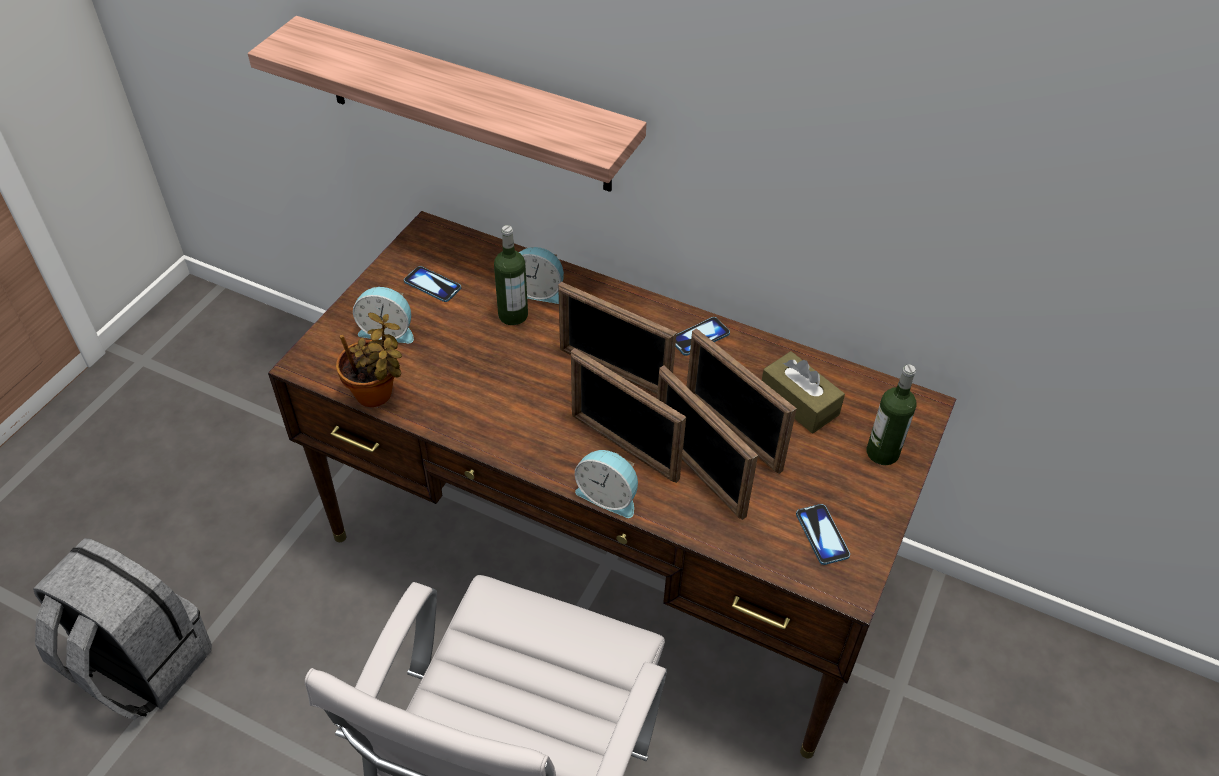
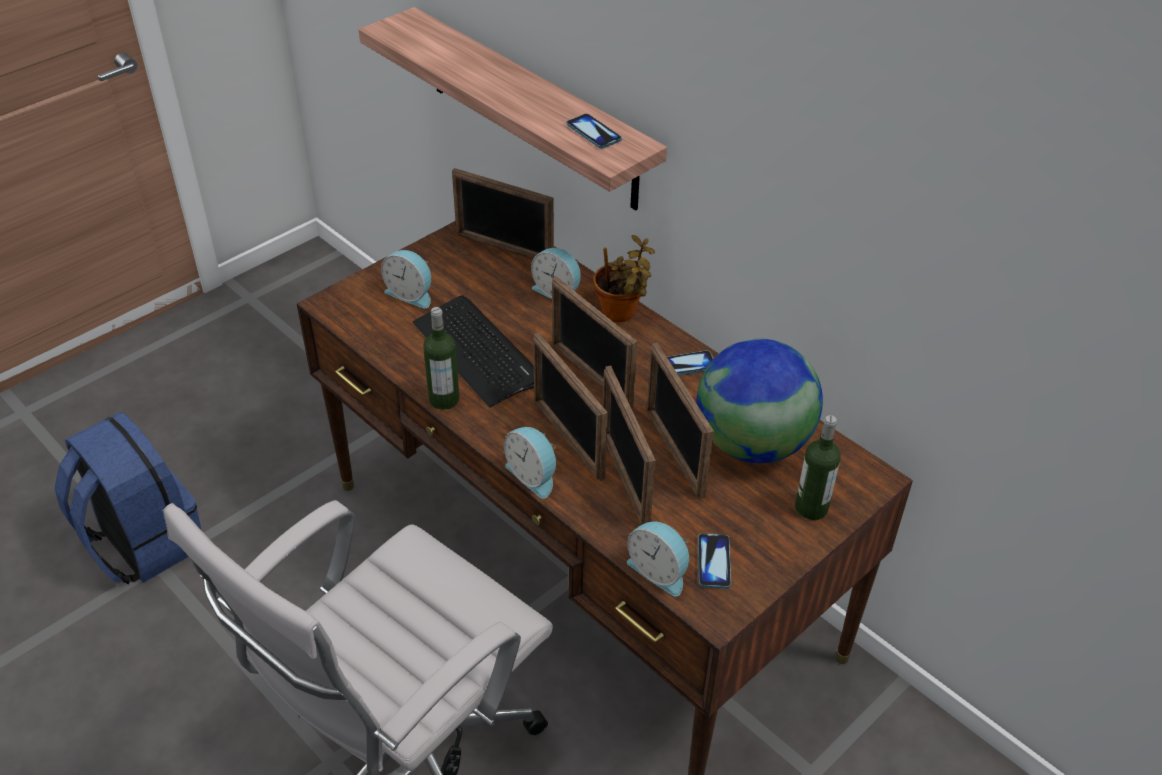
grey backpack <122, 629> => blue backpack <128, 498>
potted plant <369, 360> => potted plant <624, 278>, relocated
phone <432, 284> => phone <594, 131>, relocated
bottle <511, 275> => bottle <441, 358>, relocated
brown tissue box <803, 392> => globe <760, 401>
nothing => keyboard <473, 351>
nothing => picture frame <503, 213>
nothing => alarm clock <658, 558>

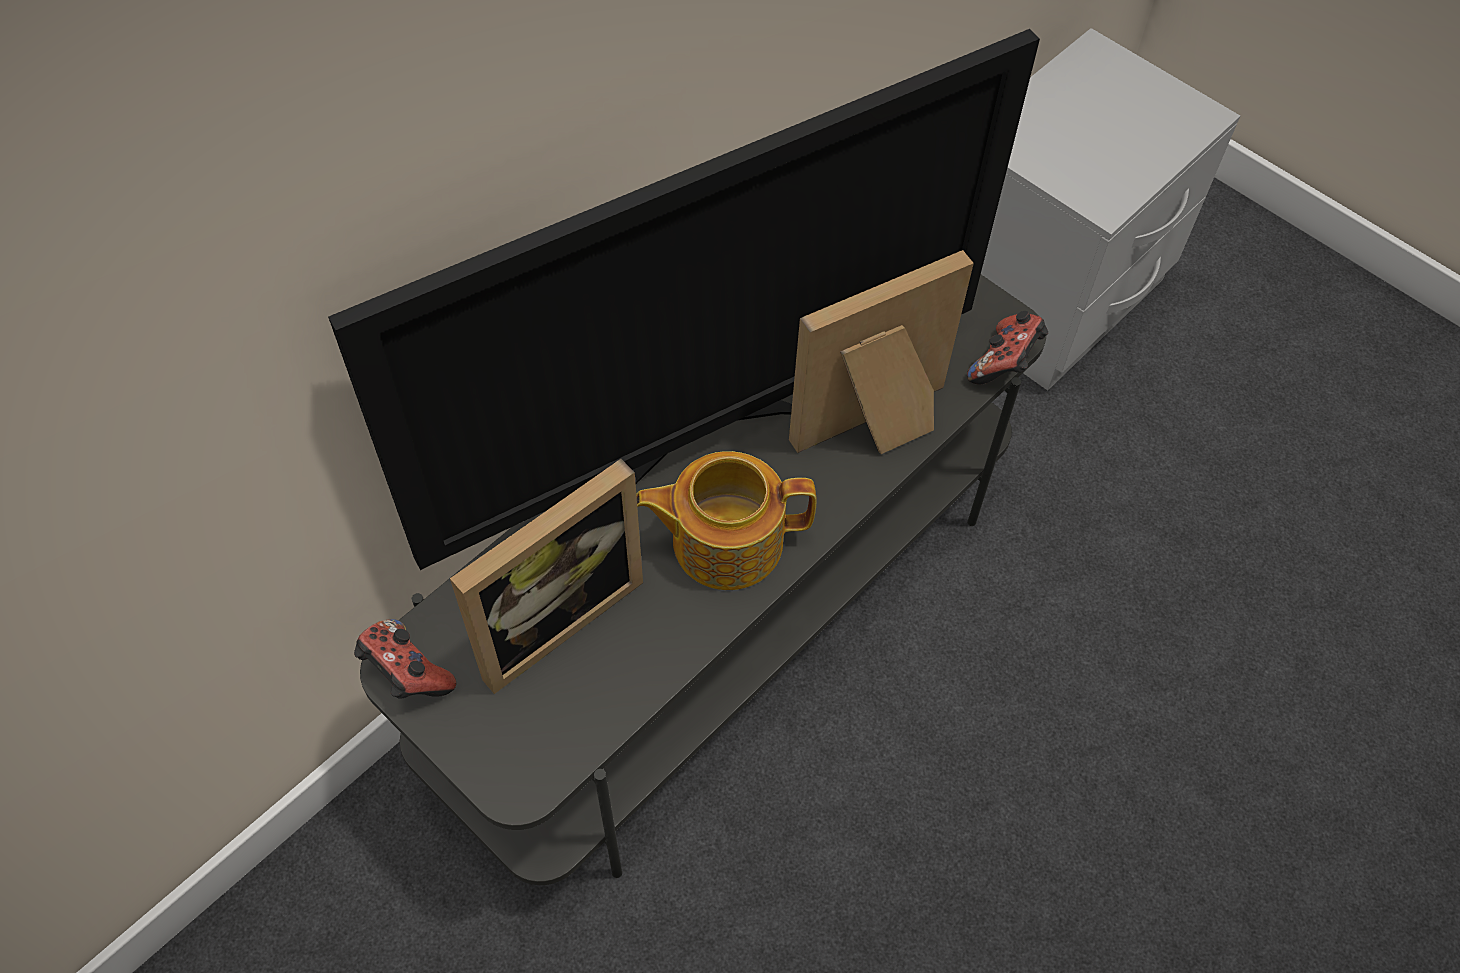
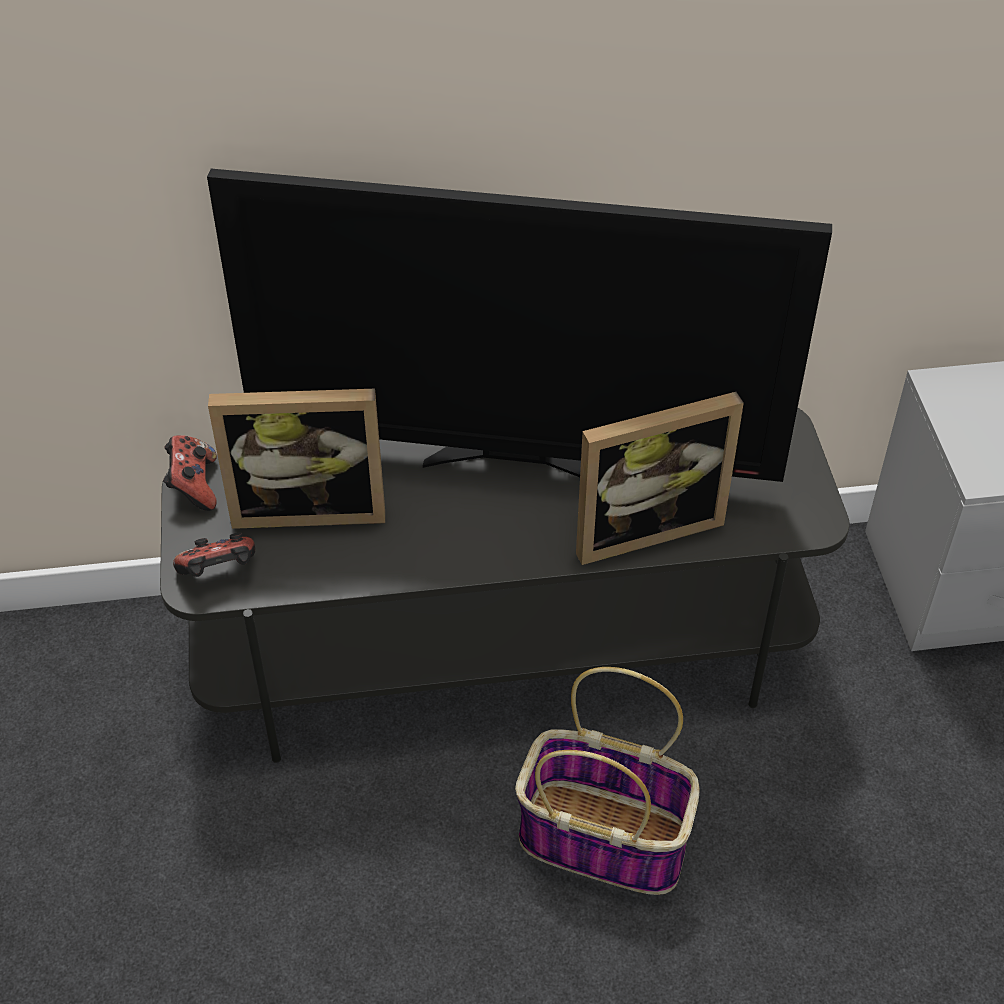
teapot <726, 520> => nothing
picture frame <881, 352> => picture frame <660, 478>, 150 degrees clockwise
game controller <1007, 348> => game controller <214, 555>, relocated
nothing => basket <607, 781>

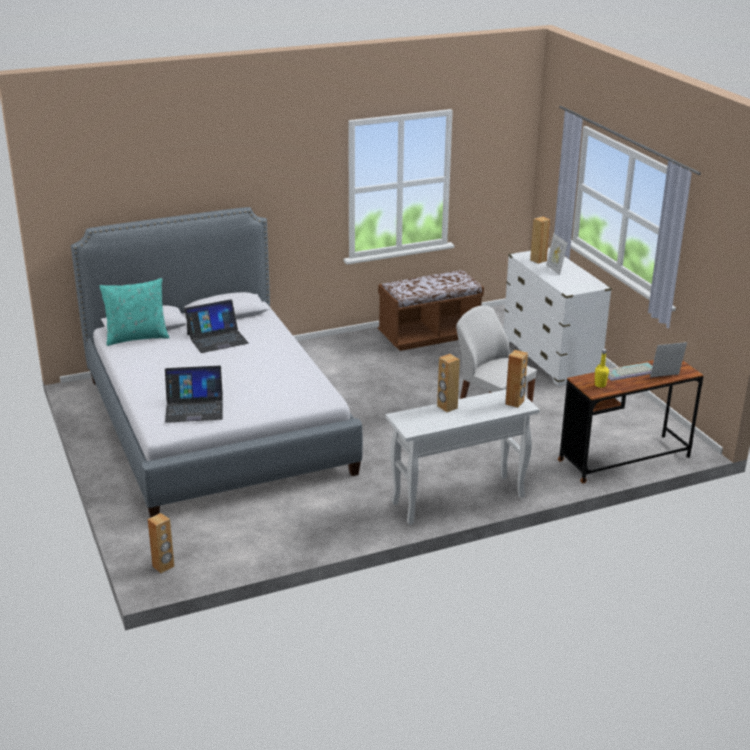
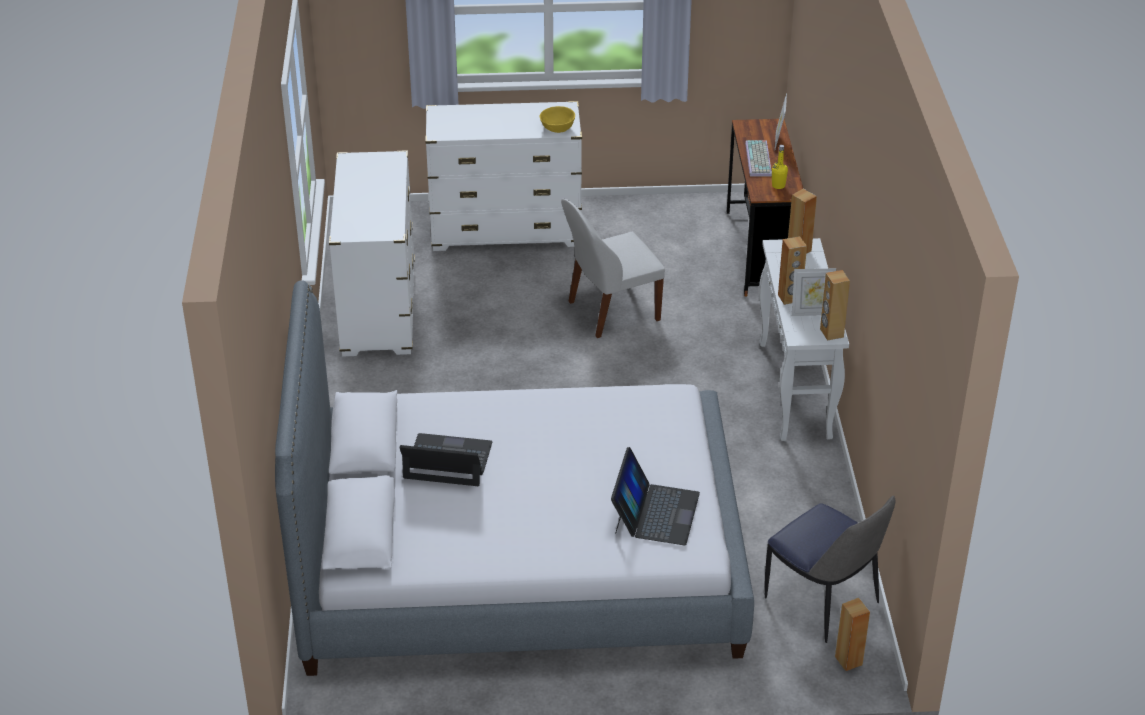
turquoise pillow <134, 312> => nothing
laptop <216, 326> => laptop <446, 459>, 75 degrees counterclockwise
brown bench <431, 310> => white dresser <372, 253>
brown speaker <540, 240> => brown speaker <835, 305>, relocated
picture frame <557, 254> => picture frame <814, 292>, relocated
nothing => yellow bowl <557, 119>
nothing => chair <830, 569>

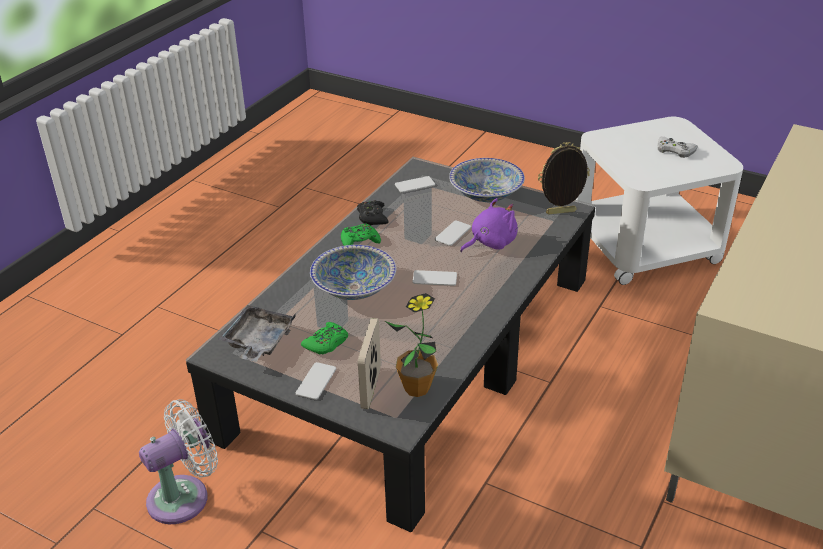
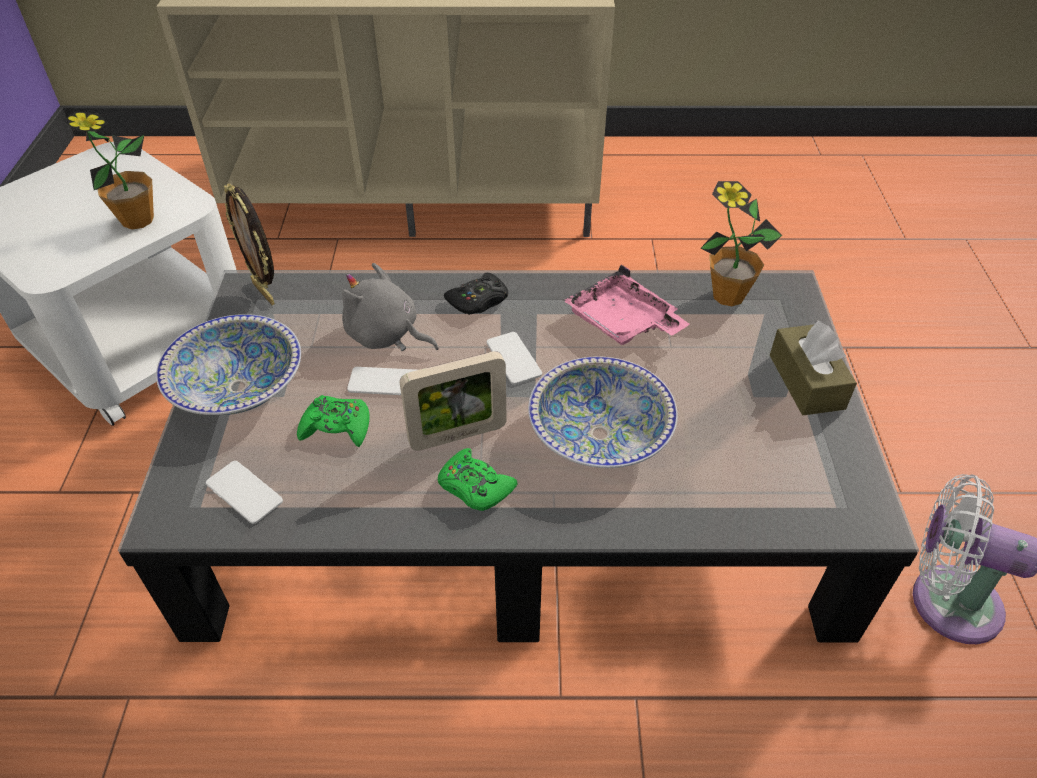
grey tray <257, 333> => nothing
phone <316, 381> => brown tissue box <813, 368>
green game controller <324, 338> => green game controller <333, 421>, relocated
black game controller <373, 213> => black game controller <476, 294>, relocated
picture frame <369, 363> => picture frame <453, 401>, relocated
purple plush toy <489, 225> => grey plush toy <390, 307>
white game controller <677, 147> => nothing
nothing => potted plant <108, 170>
nothing => pink tray <626, 305>

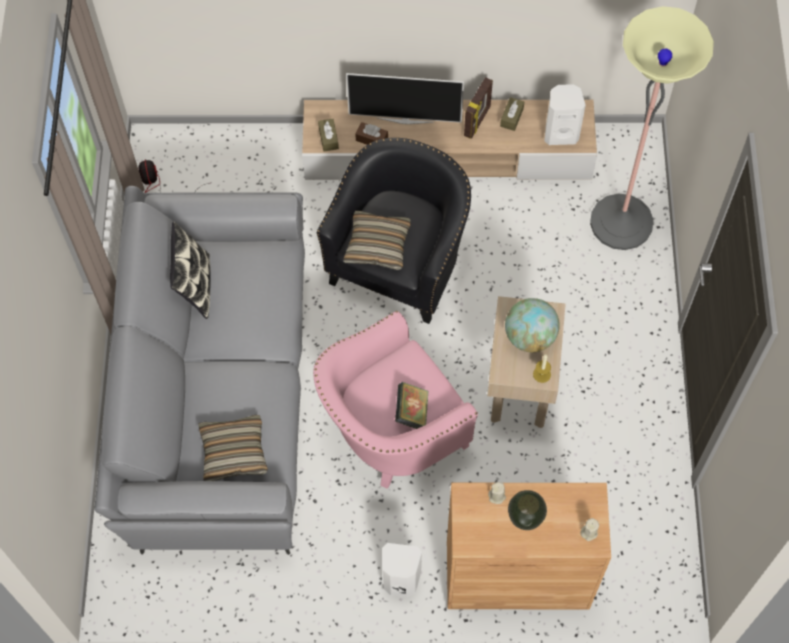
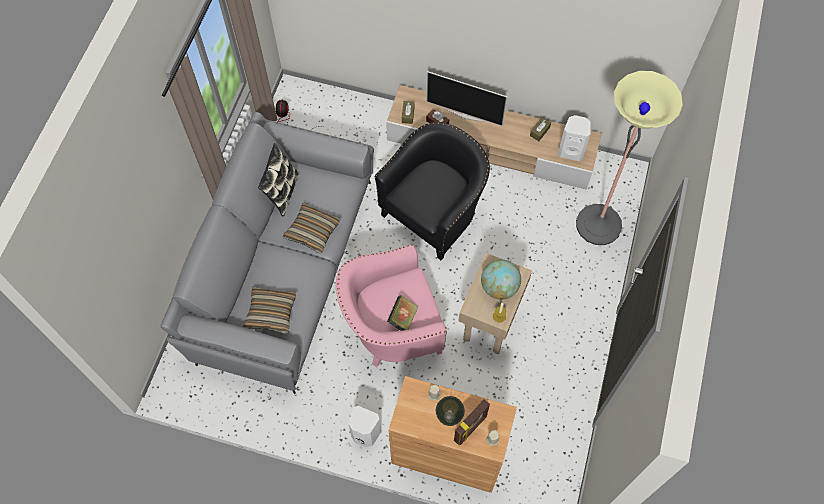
pillow <376, 240> => pillow <311, 228>, relocated
picture frame <478, 108> => picture frame <472, 422>, relocated

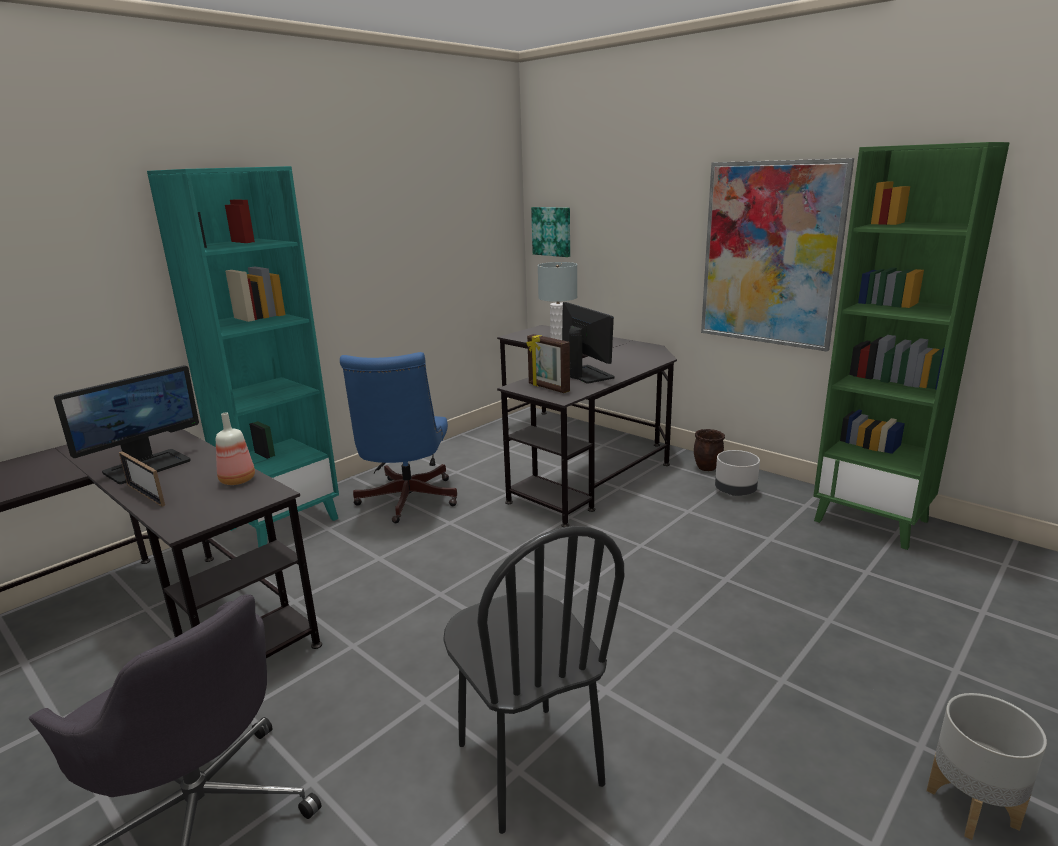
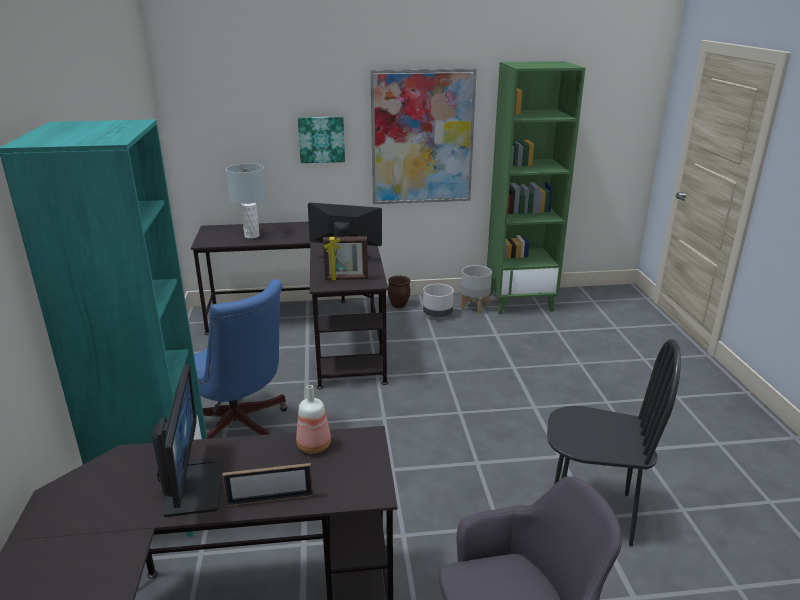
picture <550, 232> => picture <321, 139>, relocated
grey planter <987, 766> => grey planter <476, 289>, relocated

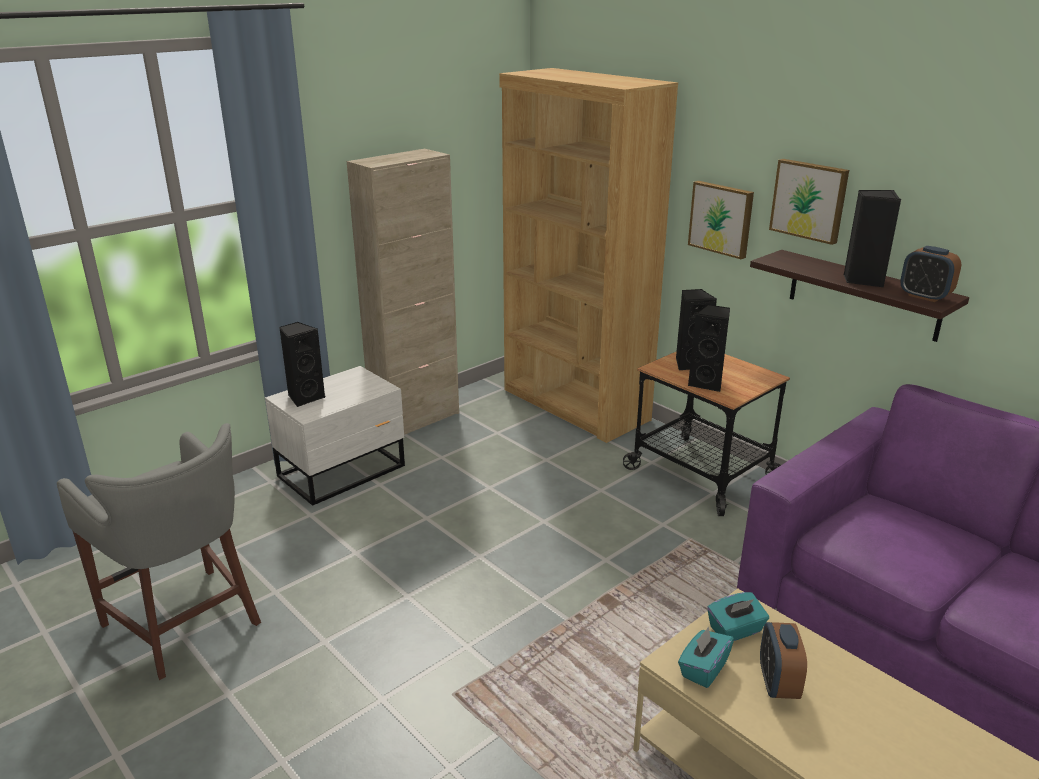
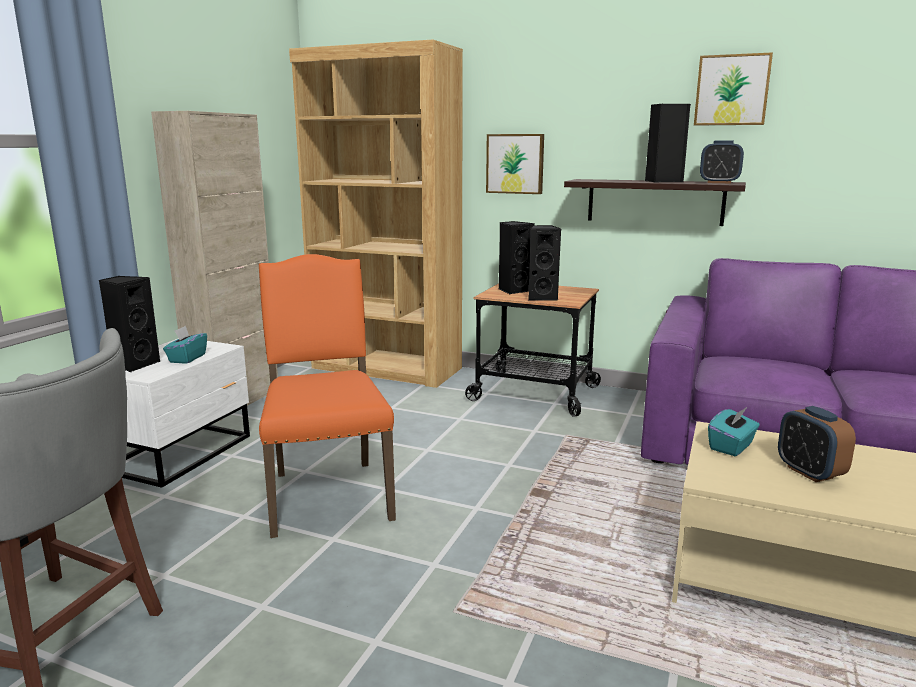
turquoise tissue box <706, 657> => turquoise tissue box <185, 345>, relocated
picture <809, 202> => picture <733, 89>, relocated
nothing => orange chair <327, 396>

